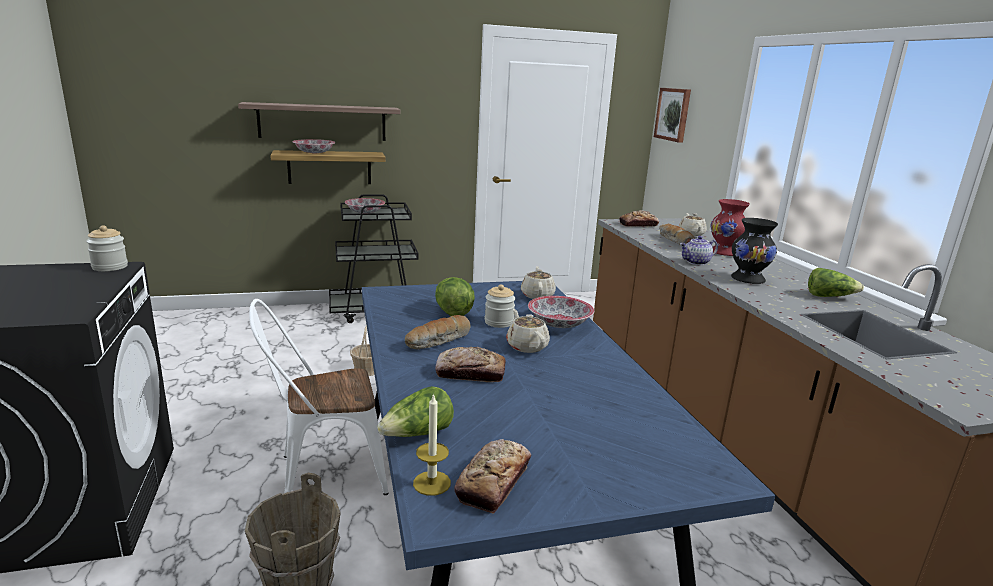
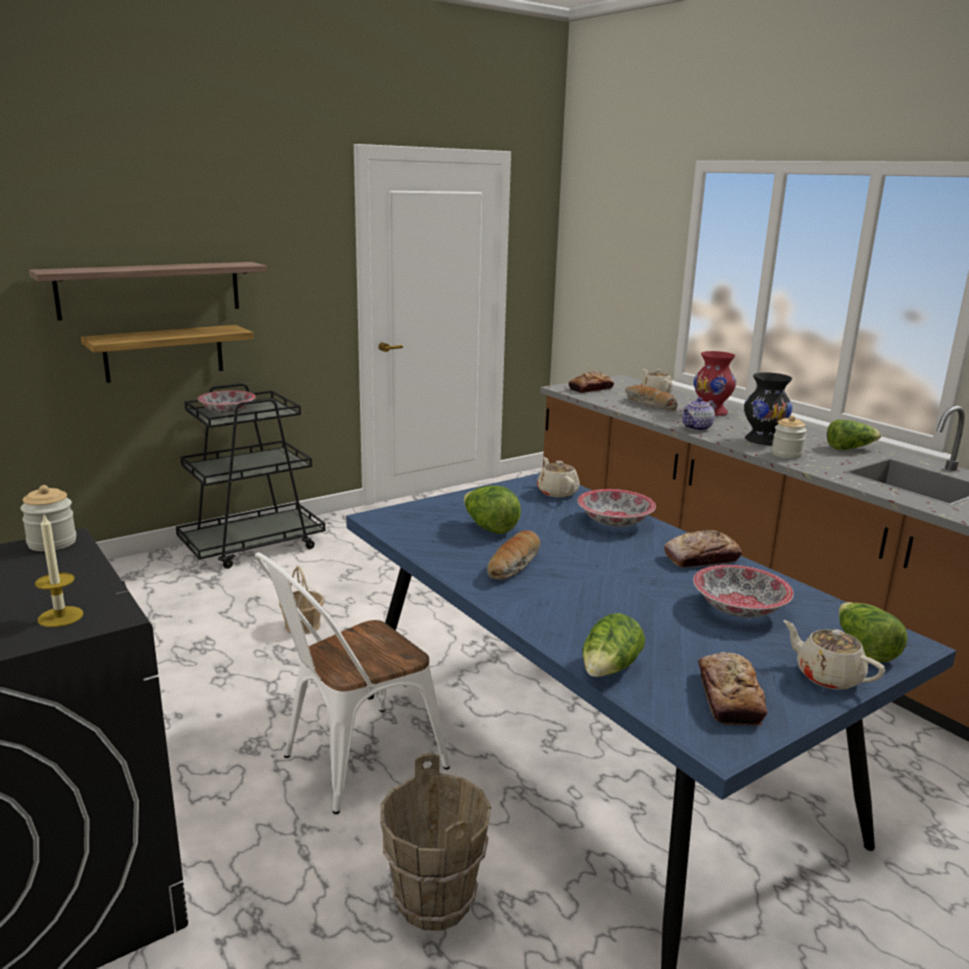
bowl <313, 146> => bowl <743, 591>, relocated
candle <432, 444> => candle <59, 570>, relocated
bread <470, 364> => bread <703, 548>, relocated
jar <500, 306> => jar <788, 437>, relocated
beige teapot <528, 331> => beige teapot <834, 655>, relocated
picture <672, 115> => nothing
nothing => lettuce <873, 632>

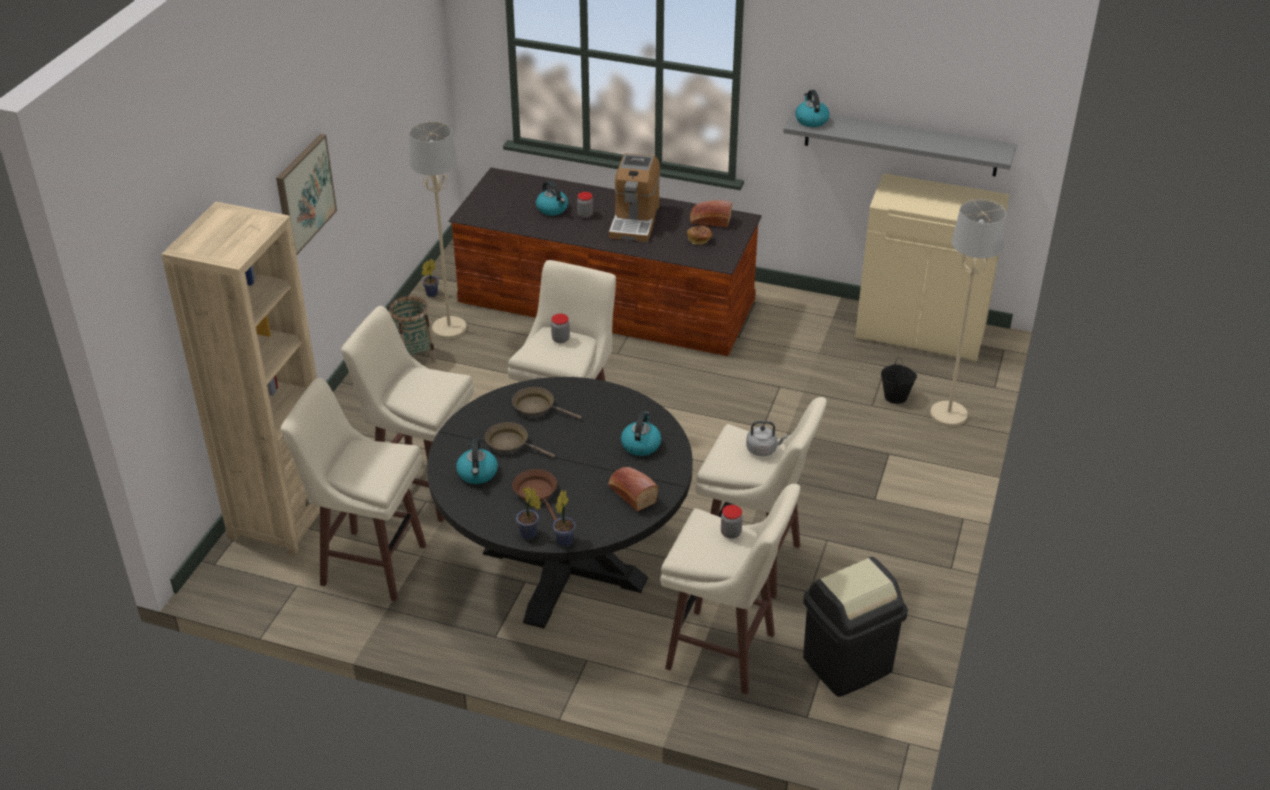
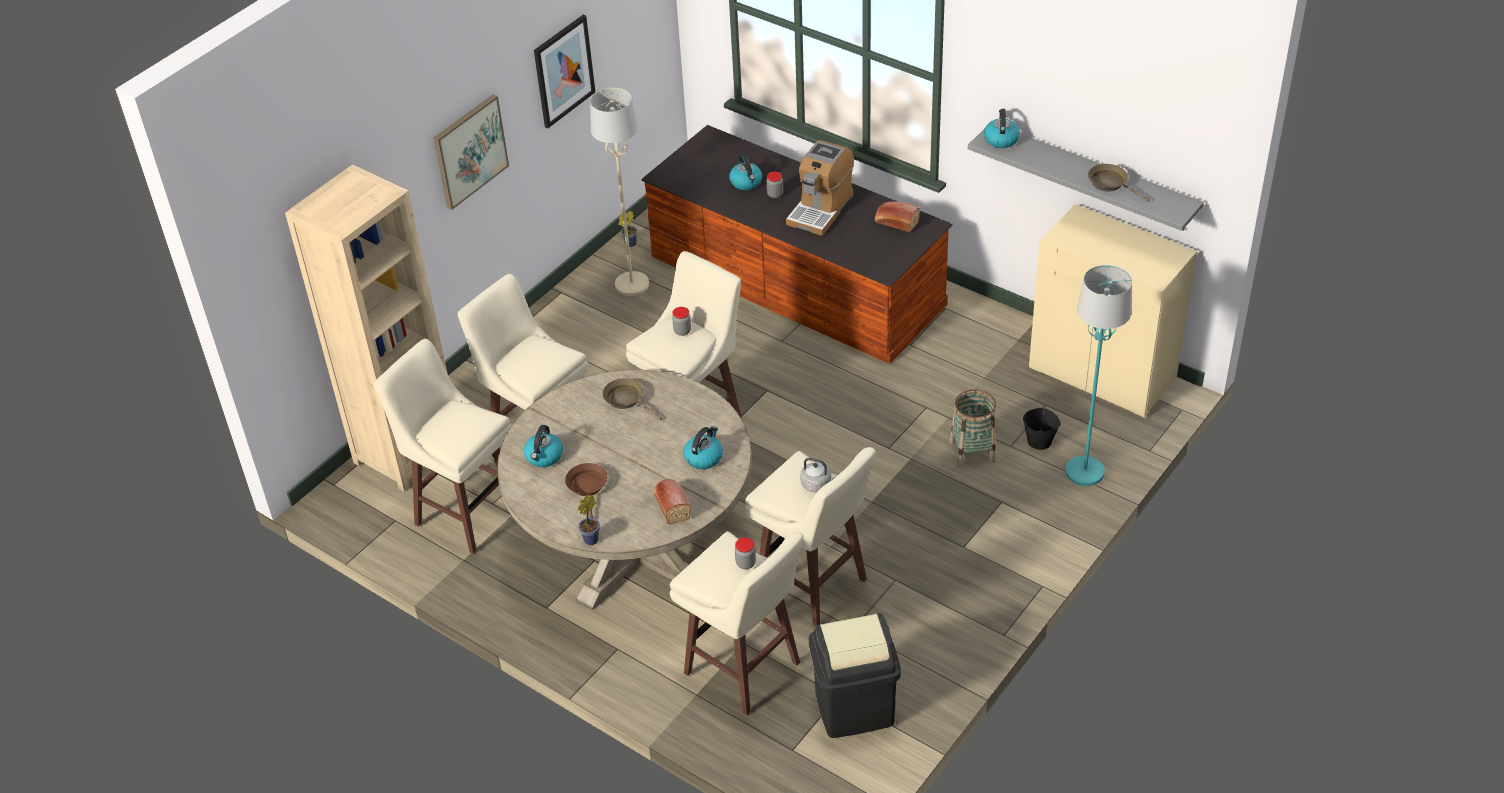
basket <412, 329> => basket <973, 428>, relocated
black dining table <560, 502> => beige dining table <624, 490>
brown frying pan <520, 440> => brown frying pan <1119, 183>, relocated
potted plant <529, 513> => nothing
bread <700, 235> => nothing
beige floor lamp <968, 313> => turquoise floor lamp <1098, 375>
nothing => picture <564, 71>

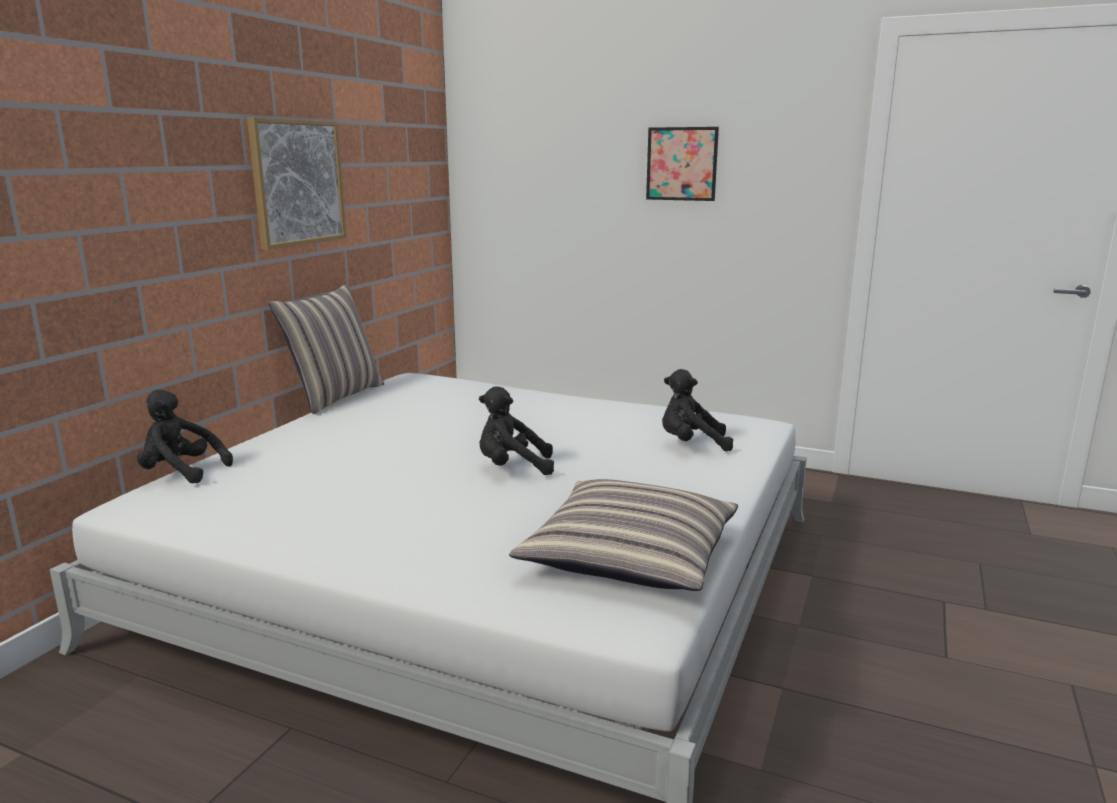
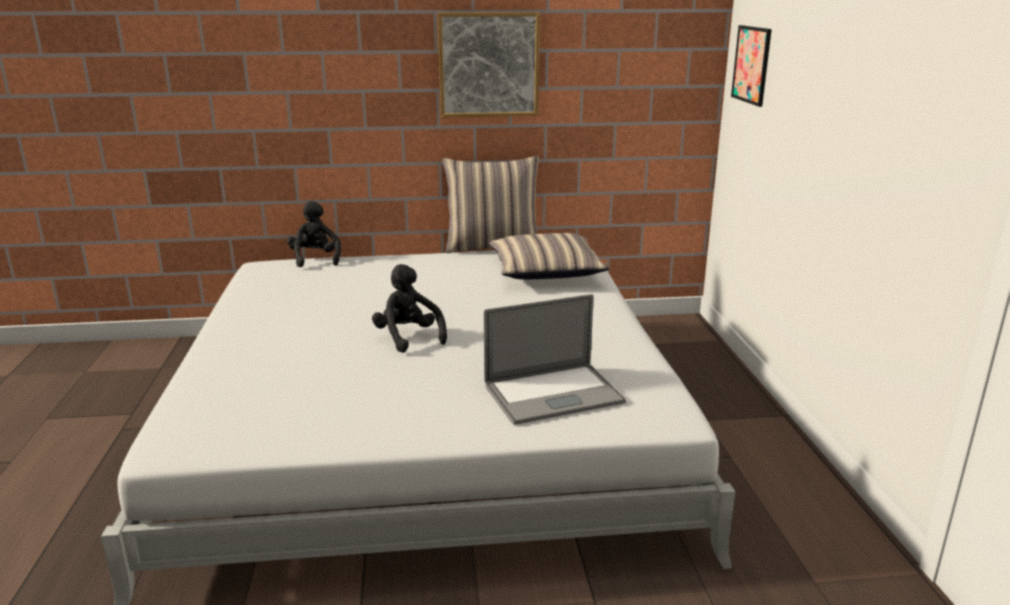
pillow <623, 535> => pillow <549, 256>, relocated
picture <682, 164> => picture <751, 66>, relocated
black plush toy <697, 410> => laptop <555, 359>

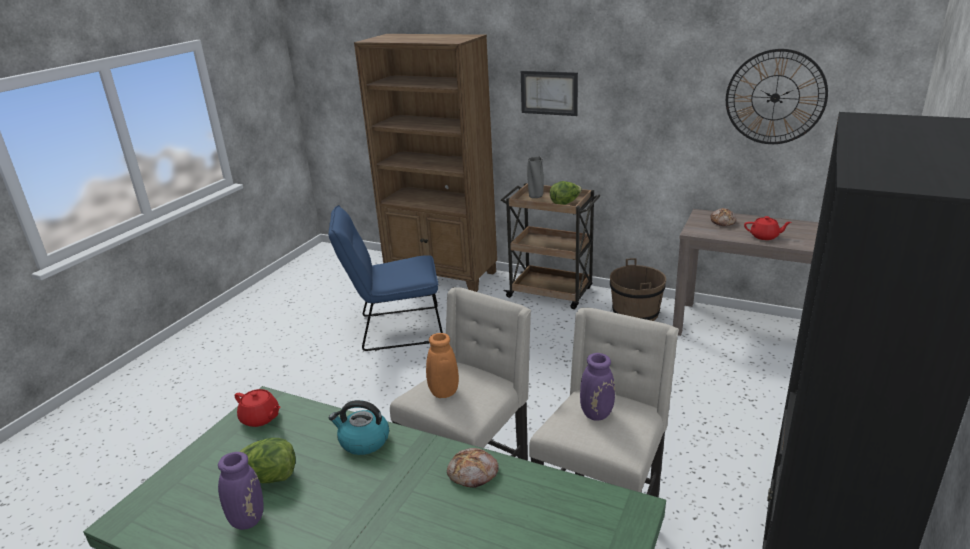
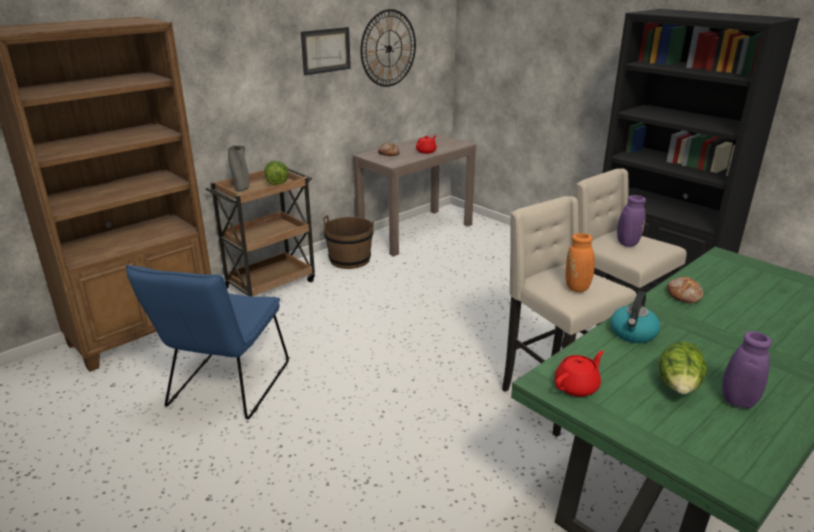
picture <549, 93> => picture <326, 51>, relocated

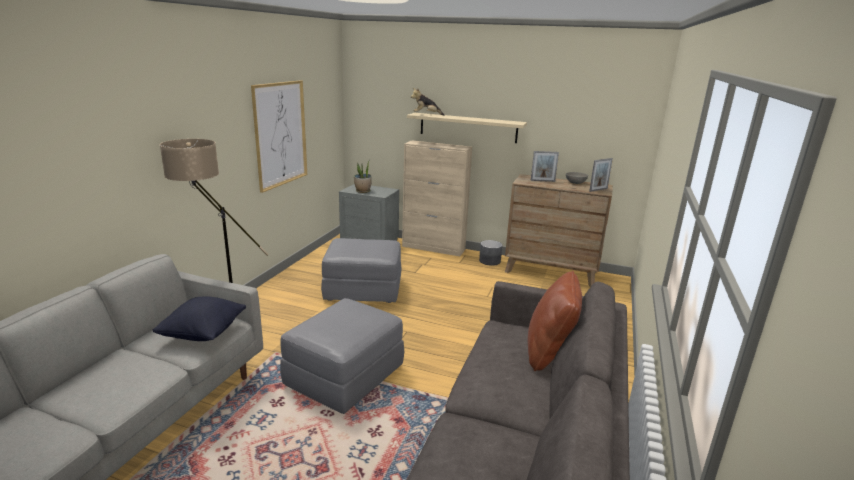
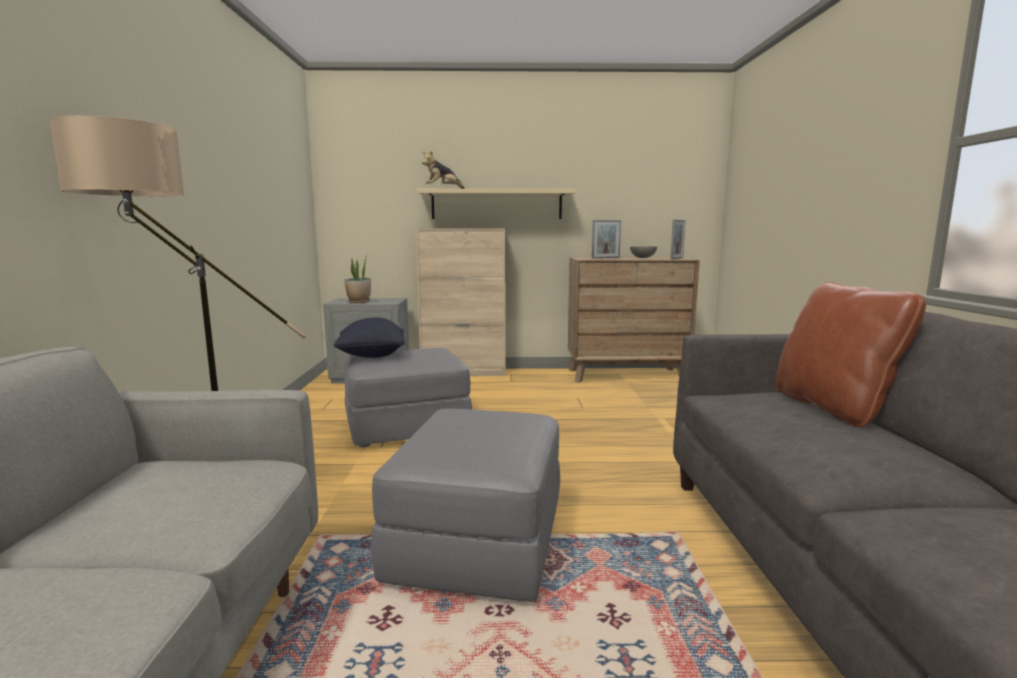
black pillow <199, 319> => black pillow <369, 337>, relocated
picture <279, 136> => nothing
grey planter <490, 253> => nothing

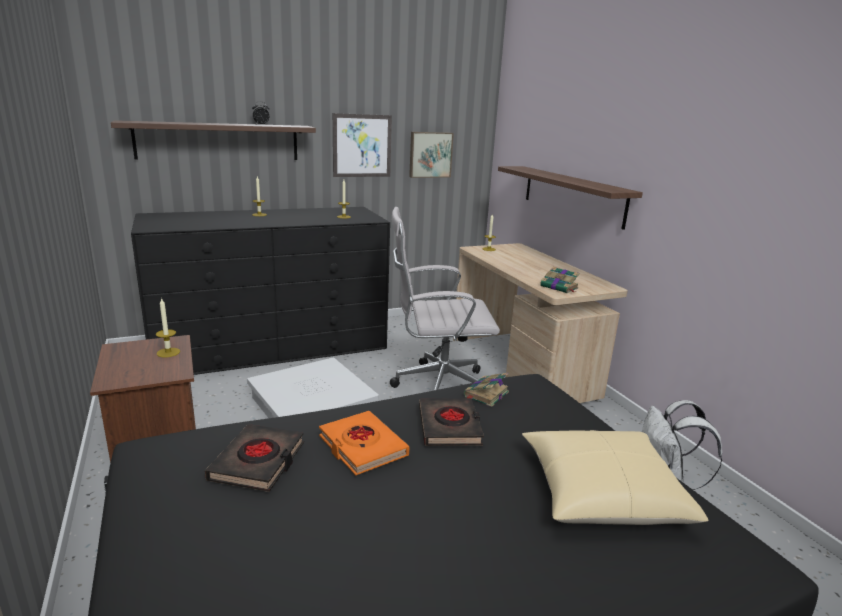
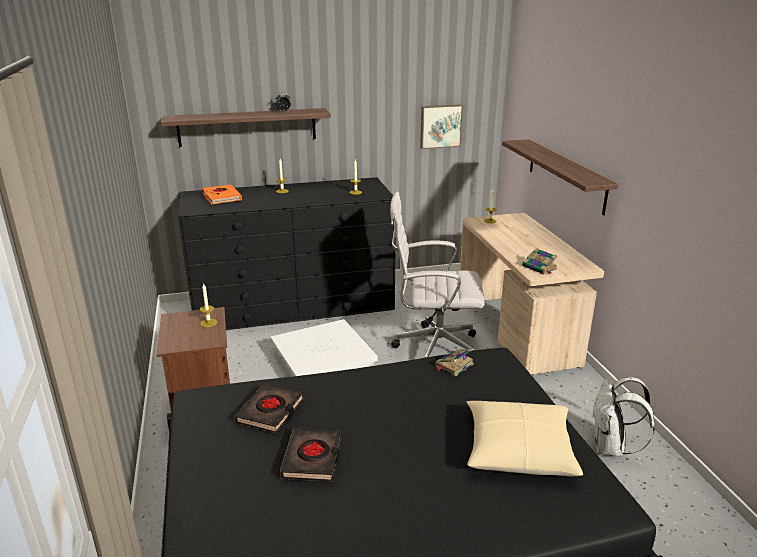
orange book <364, 443> => orange book <222, 194>, relocated
picture <362, 145> => nothing
black book <451, 422> => black book <311, 455>, relocated

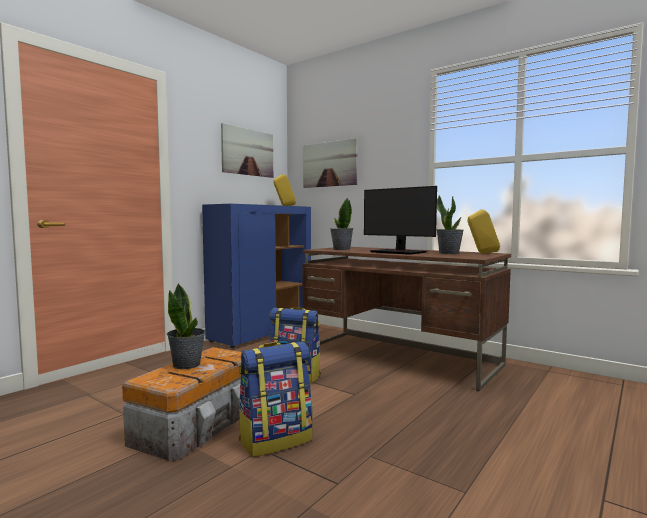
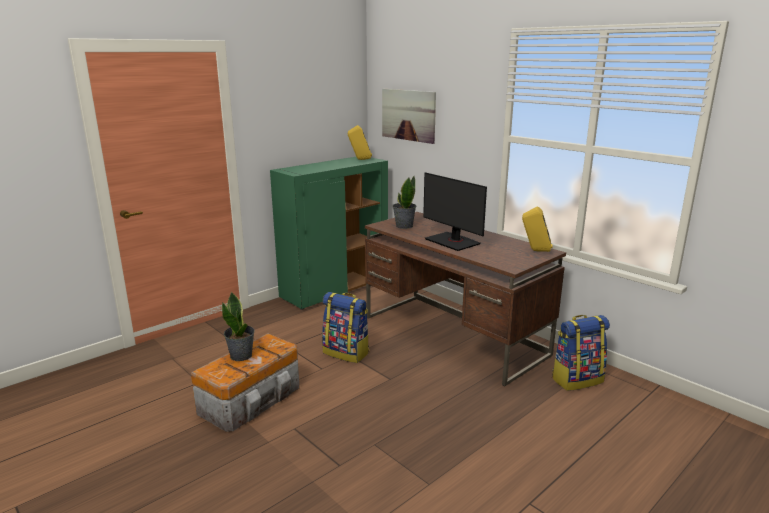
blue cabinet <256, 276> => green cabinet <329, 233>
picture <247, 150> => nothing
backpack <276, 399> => backpack <581, 353>, relocated
potted plant <450, 224> => nothing

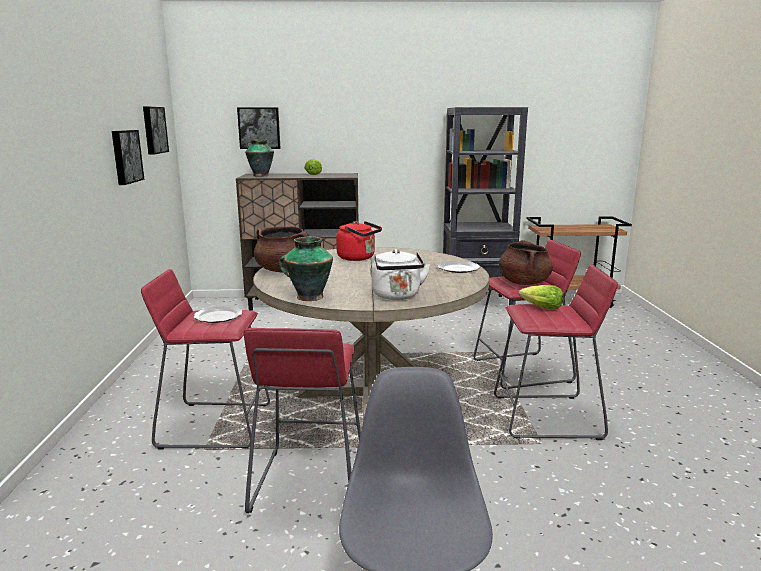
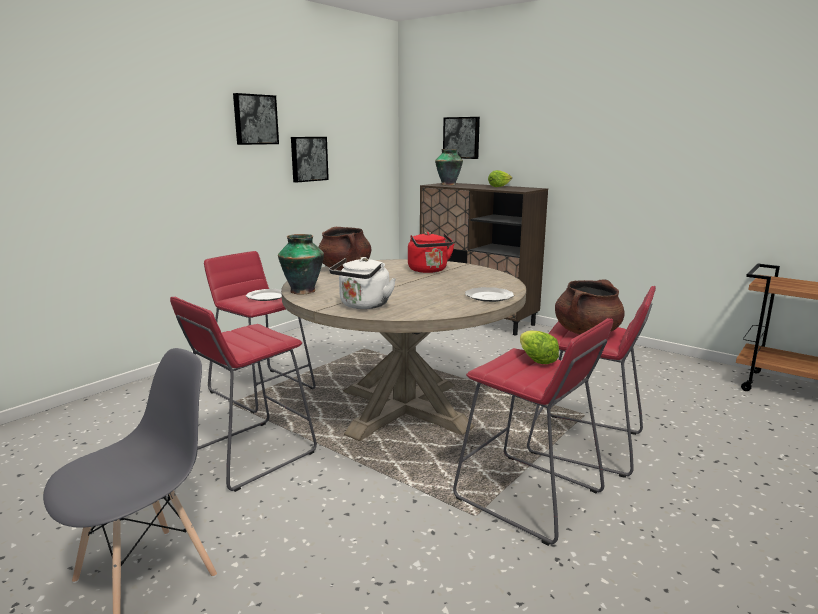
picture <156, 130> => picture <256, 119>, relocated
black bookcase <485, 206> => nothing

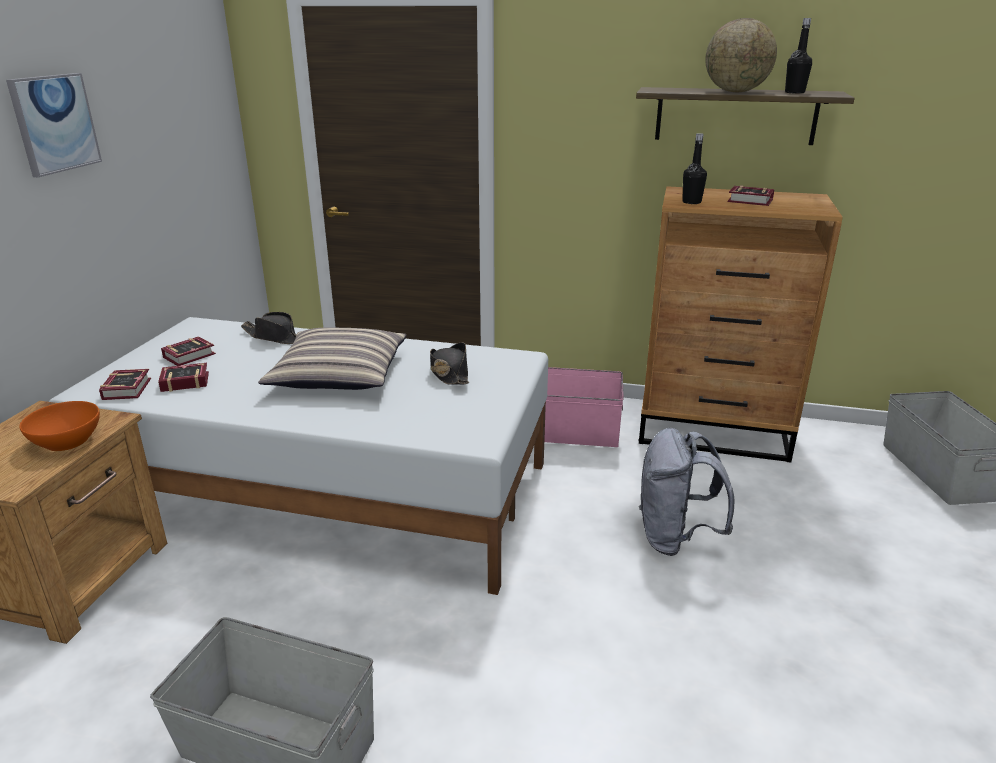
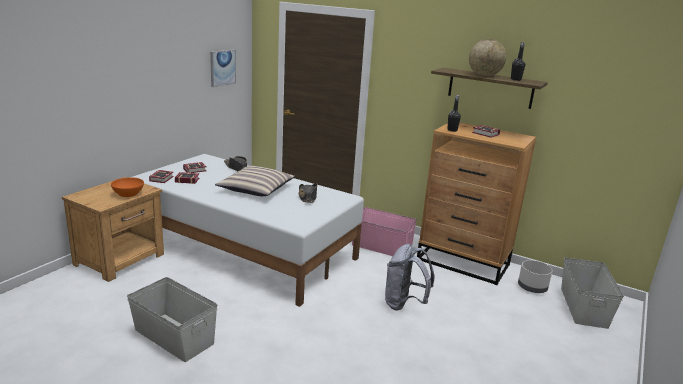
picture <54, 125> => picture <223, 68>, relocated
nothing => grey planter <535, 276>

